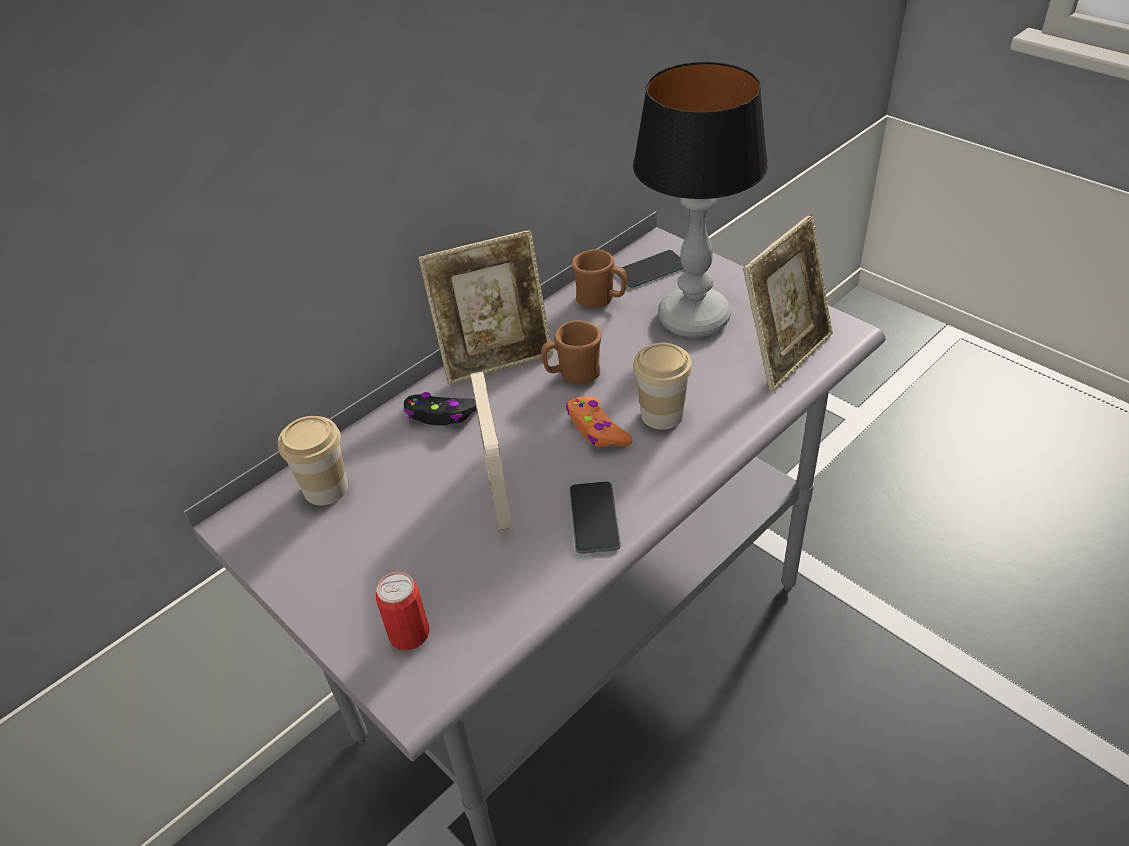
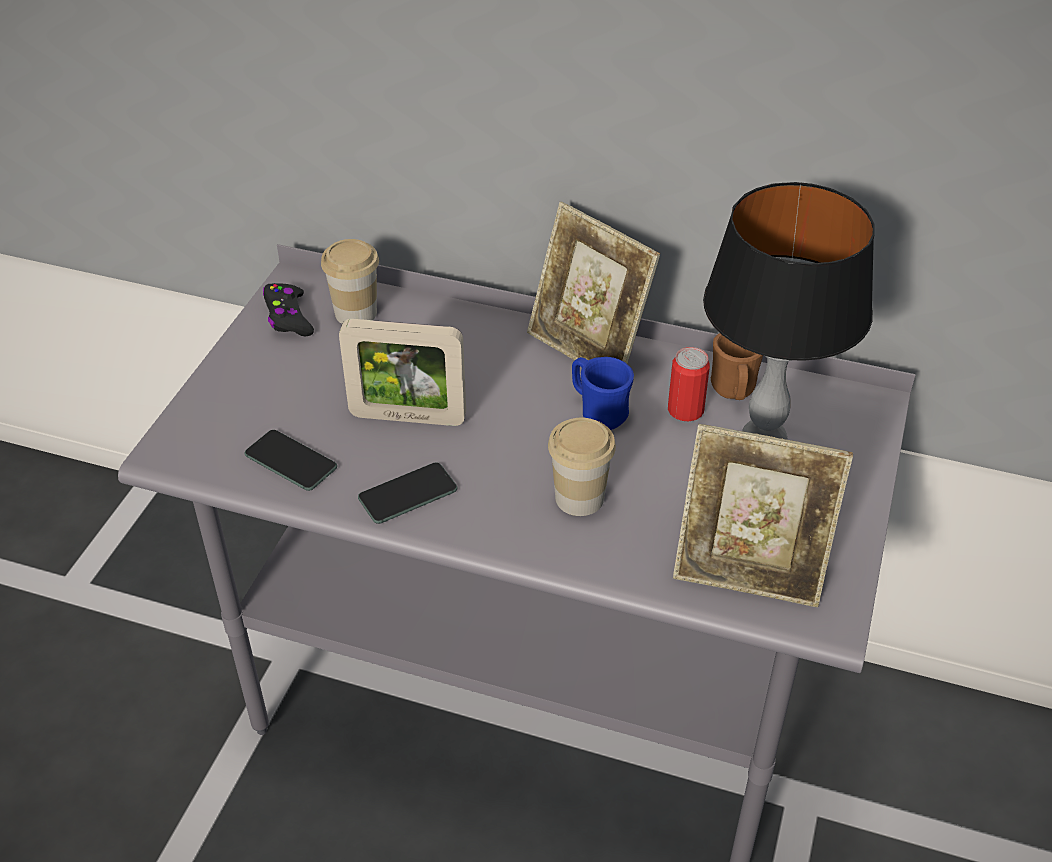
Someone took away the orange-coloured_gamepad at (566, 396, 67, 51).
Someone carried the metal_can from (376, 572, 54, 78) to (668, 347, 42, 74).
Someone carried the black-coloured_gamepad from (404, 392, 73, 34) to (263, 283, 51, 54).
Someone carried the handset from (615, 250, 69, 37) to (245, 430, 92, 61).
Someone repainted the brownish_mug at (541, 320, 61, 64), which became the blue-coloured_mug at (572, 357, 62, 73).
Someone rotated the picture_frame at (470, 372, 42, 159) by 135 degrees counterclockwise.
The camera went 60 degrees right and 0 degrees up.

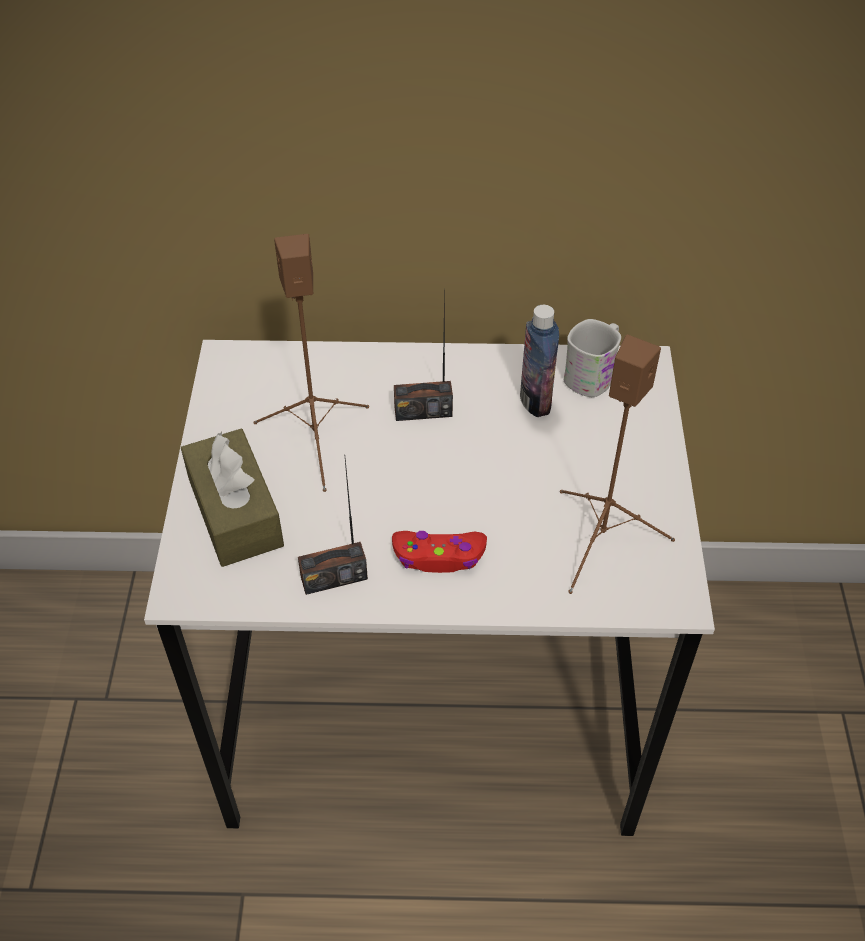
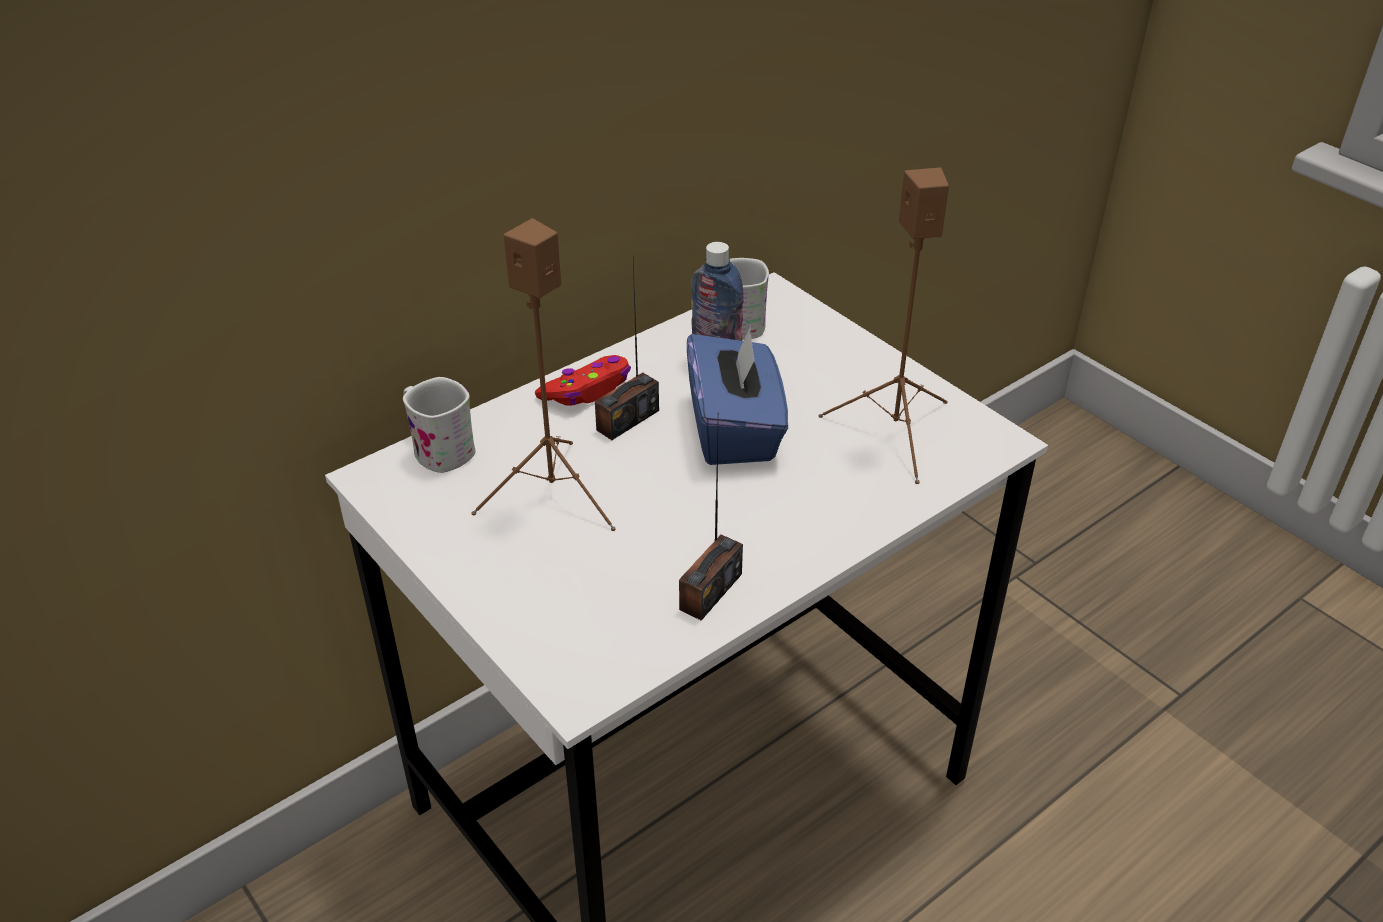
Someone took away the brownish_tissue_box at (181, 429, 103, 138).
Someone put down the white_mug at (403, 377, 72, 96).
Someone put down the blue-coloured_tissue_box at (687, 326, 101, 139).
Someone carried the red-coloured_gamepad from (392, 531, 95, 42) to (535, 355, 96, 51).
The camera went 40 degrees left and 10 degrees down.

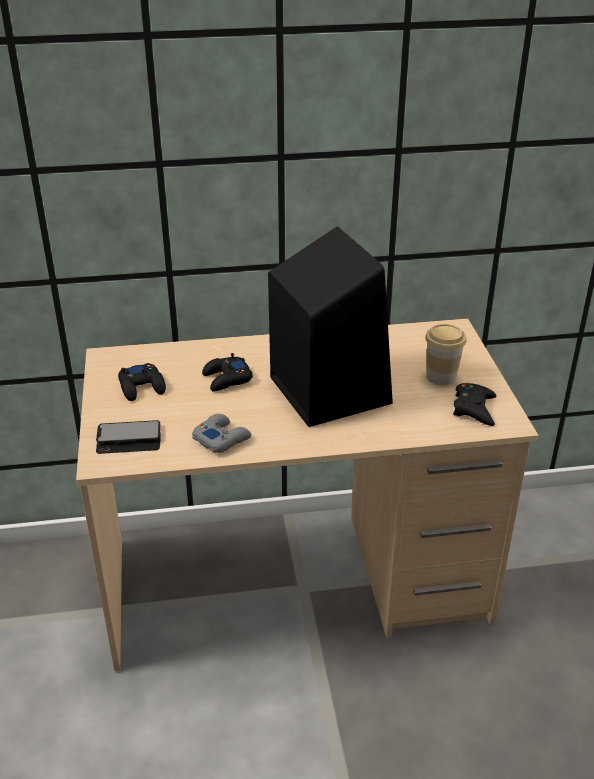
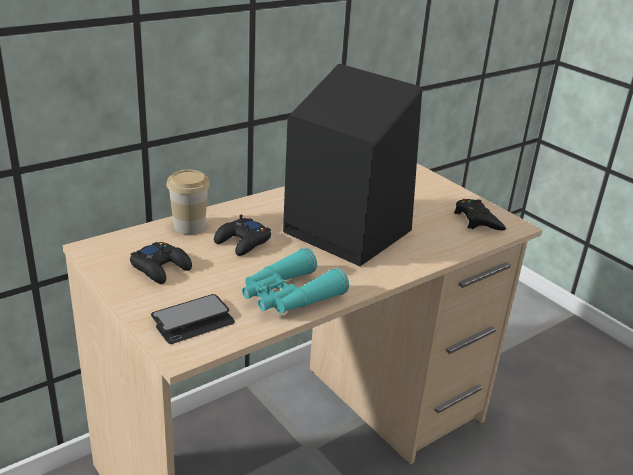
Someone carried the small_cup from (425, 324, 42, 62) to (167, 170, 43, 64).
Someone swapped the grey_gamepad at (192, 414, 59, 39) for the turquoise_binoculars at (242, 248, 107, 65).
The camera went 30 degrees left and 5 degrees down.

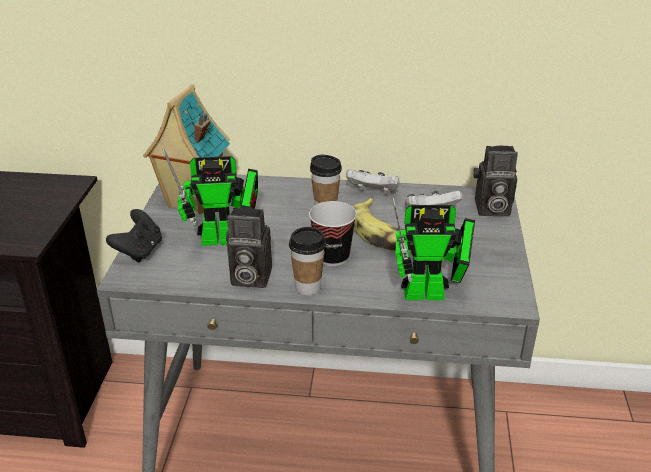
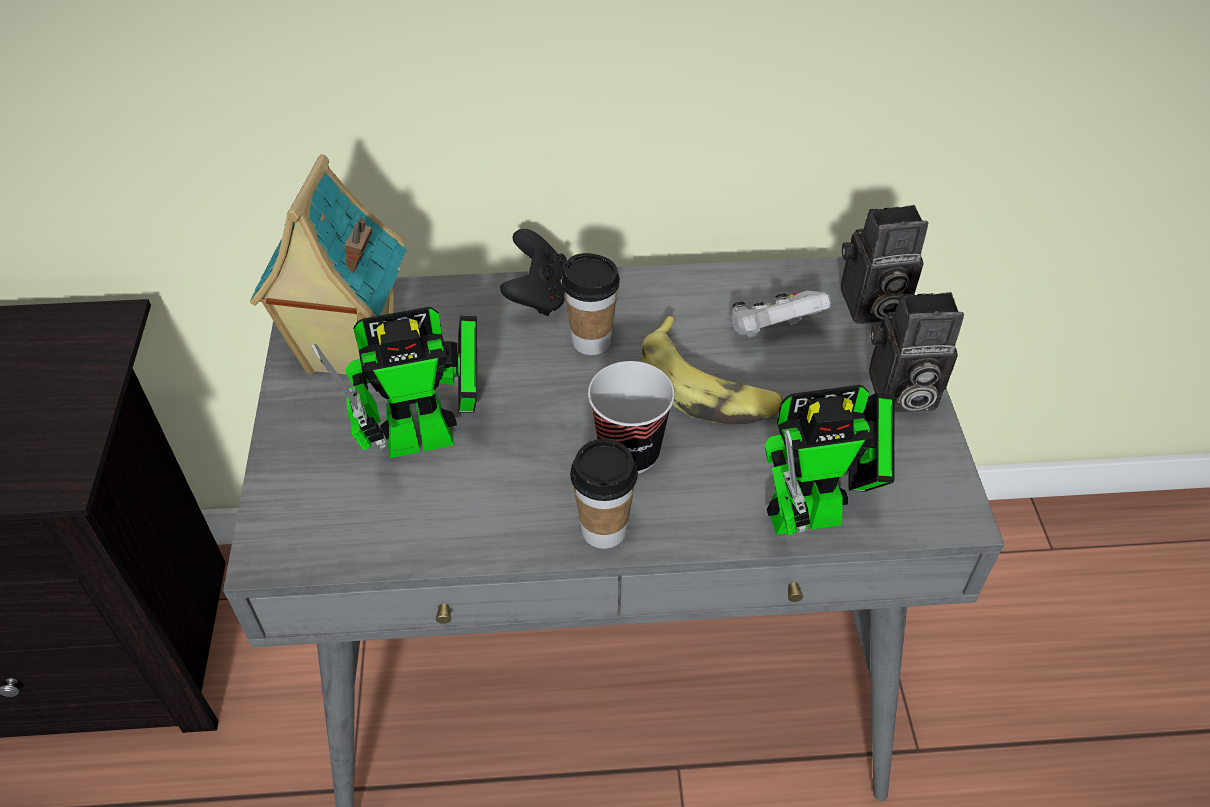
Someone took away the white_gamepad at (346, 169, 54, 26).
Someone carried the black-coloured_gamepad from (106, 209, 56, 54) to (500, 229, 67, 87).
Someone carried the photo_camera from (226, 207, 46, 81) to (869, 292, 95, 120).
The camera went 10 degrees left and 15 degrees up.

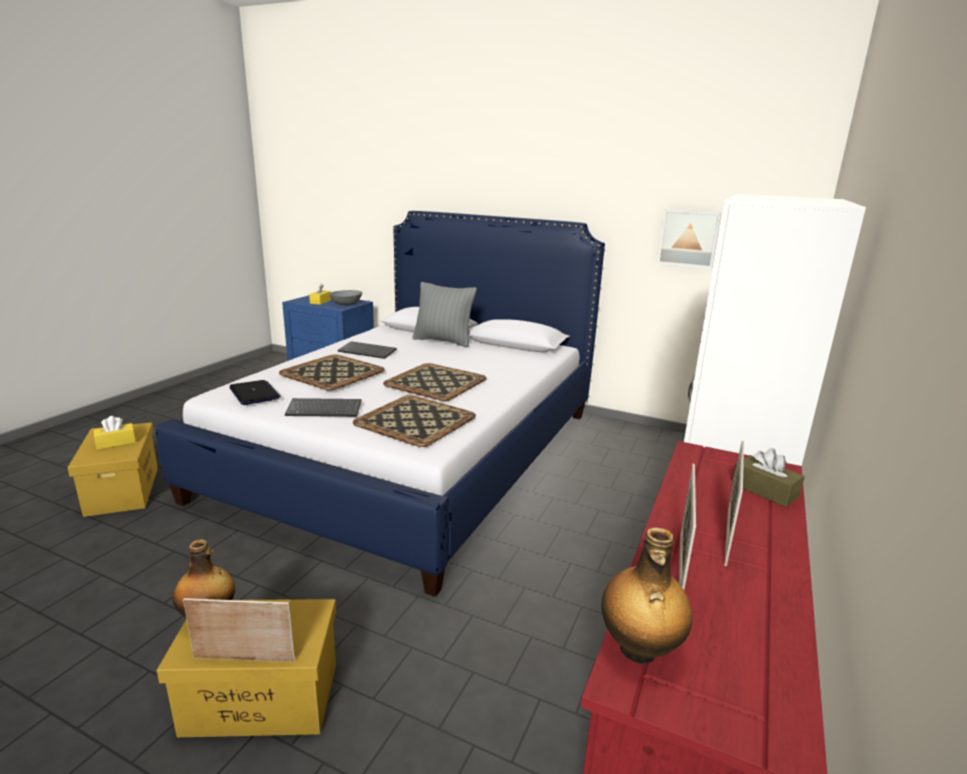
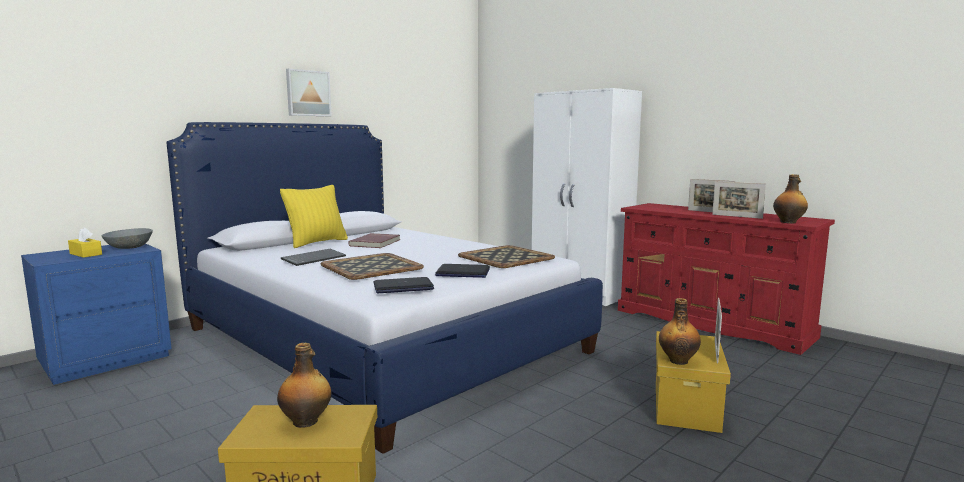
Someone took away the serving_tray at (383, 363, 103, 38).
Someone took away the brownish_tissue_box at (732, 448, 73, 59).
Someone put down the red-coloured_bound_book at (348, 233, 52, 15).
Someone carried the wall_picture from (657, 210, 64, 58) to (286, 68, 46, 48).
Someone swapped the yellowish_tissue_box at (93, 416, 43, 34) for the drink_bottle at (277, 343, 54, 85).
Someone swapped the PC_keyboard at (285, 398, 77, 19) for the portable_computer at (435, 264, 55, 14).
Someone repainted the grey_cushion at (412, 282, 65, 65), which became the yellowish_cushion at (280, 185, 68, 63).
The camera went 70 degrees left and 10 degrees down.

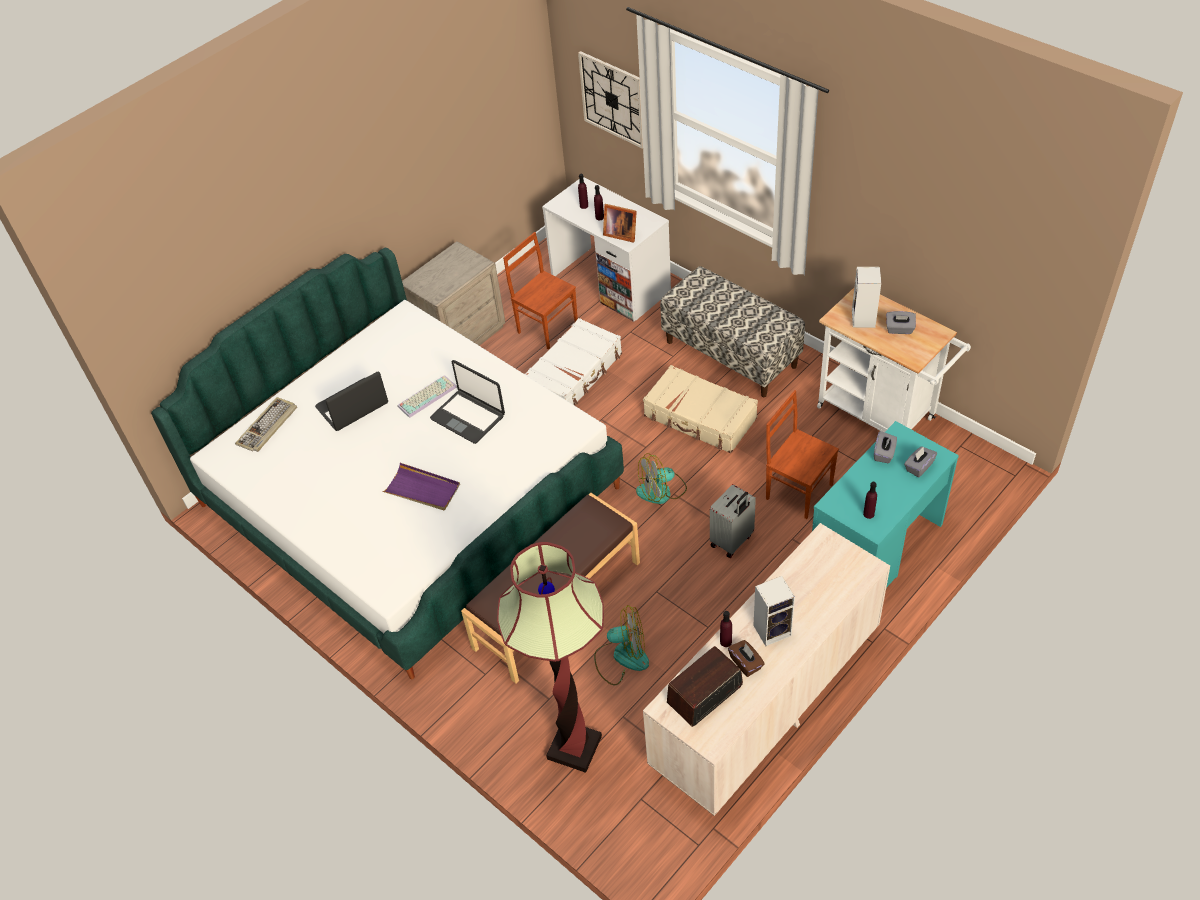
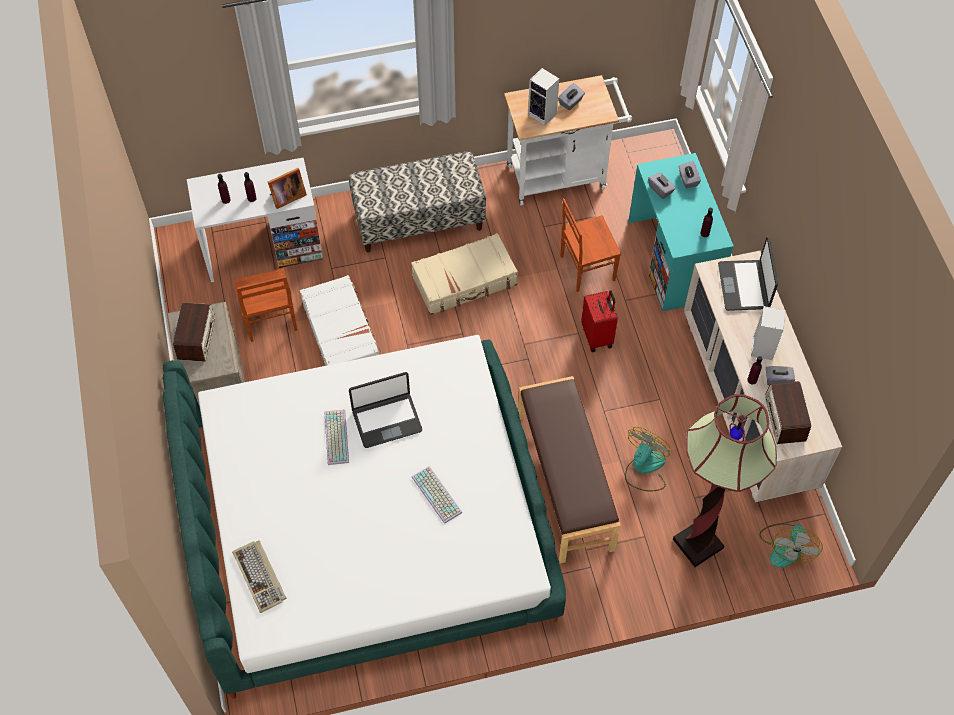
Someone took away the clock_on_the_wall at (578, 51, 65, 98).
Someone put down the radio_set at (173, 302, 42, 60).
Someone carried the portable_computer from (315, 371, 73, 60) to (718, 237, 60, 74).
Someone carried the electric_fan from (636, 453, 51, 51) to (759, 524, 63, 44).
Someone swapped the purple_serving_tray at (382, 463, 78, 47) for the PC_keyboard at (412, 466, 50, 58).
Someone repainted the grey_travel_case at (710, 484, 46, 74), which became the red-coloured_travel_case at (581, 290, 37, 62).
Someone repainted the brownish_tissue_box at (728, 640, 37, 37), which became the grey_tissue_box at (766, 366, 29, 19).
Someone rotated the brownish_plain_chair at (503, 232, 75, 118) by 90 degrees counterclockwise.
The camera went 60 degrees left and 10 degrees up.

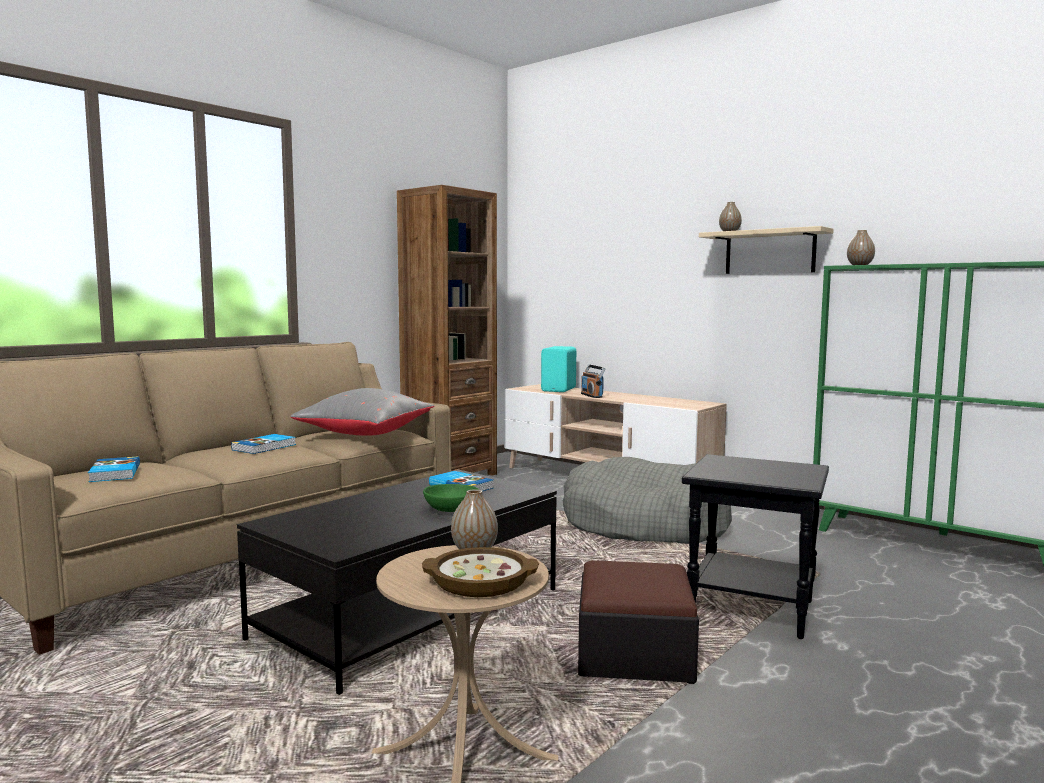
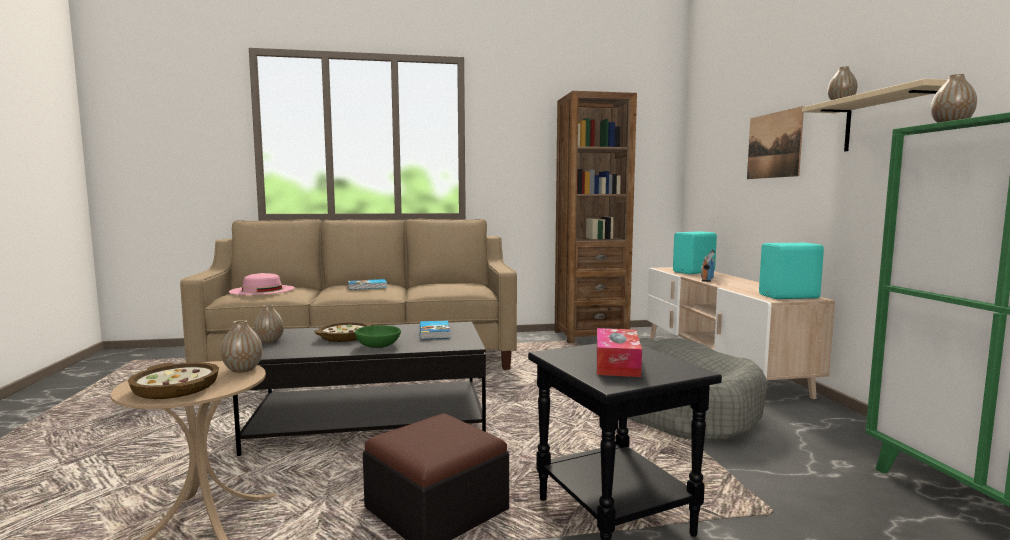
Someone took away the grey_cushion at (290, 388, 144, 48).
Someone put down the vase at (254, 305, 30, 38).
Someone put down the bowl at (314, 322, 59, 20).
Someone put down the tissue_box at (597, 328, 45, 49).
Someone put up the wall_picture at (747, 106, 57, 73).
Someone put down the turquoise_audio_speaker at (759, 243, 65, 56).
Someone swapped the bound_book at (88, 456, 52, 26) for the pink_wearable_hat at (229, 273, 66, 22).
The camera went 40 degrees right and 0 degrees up.

